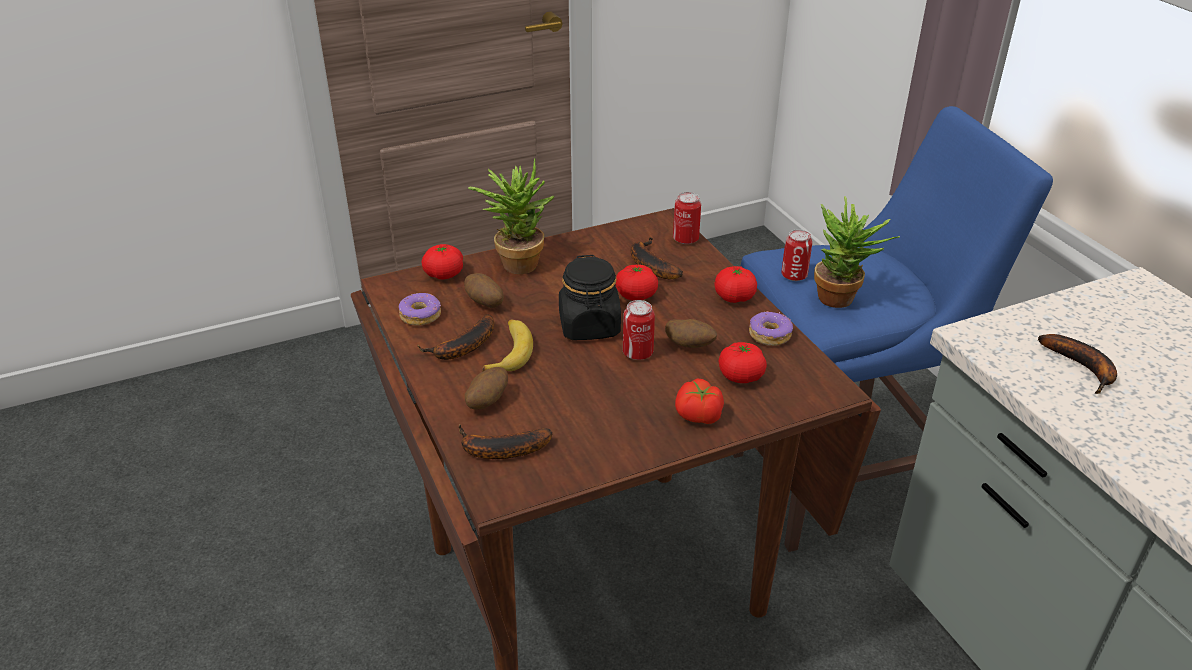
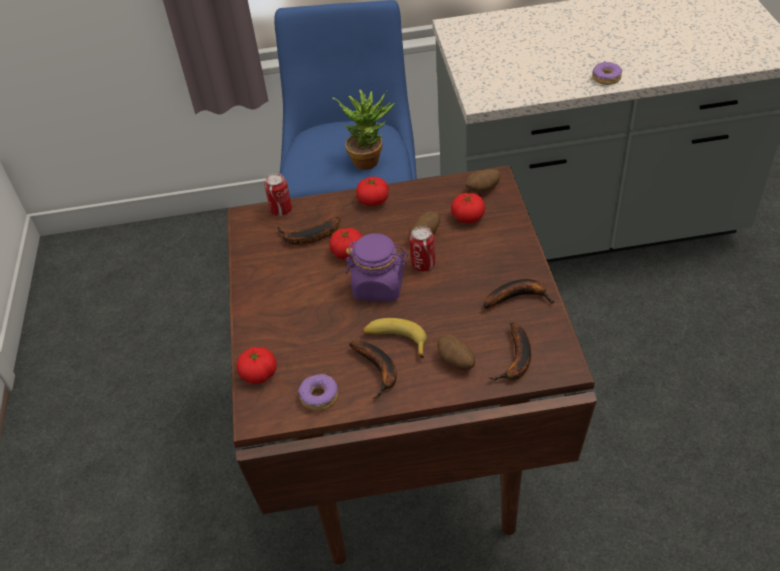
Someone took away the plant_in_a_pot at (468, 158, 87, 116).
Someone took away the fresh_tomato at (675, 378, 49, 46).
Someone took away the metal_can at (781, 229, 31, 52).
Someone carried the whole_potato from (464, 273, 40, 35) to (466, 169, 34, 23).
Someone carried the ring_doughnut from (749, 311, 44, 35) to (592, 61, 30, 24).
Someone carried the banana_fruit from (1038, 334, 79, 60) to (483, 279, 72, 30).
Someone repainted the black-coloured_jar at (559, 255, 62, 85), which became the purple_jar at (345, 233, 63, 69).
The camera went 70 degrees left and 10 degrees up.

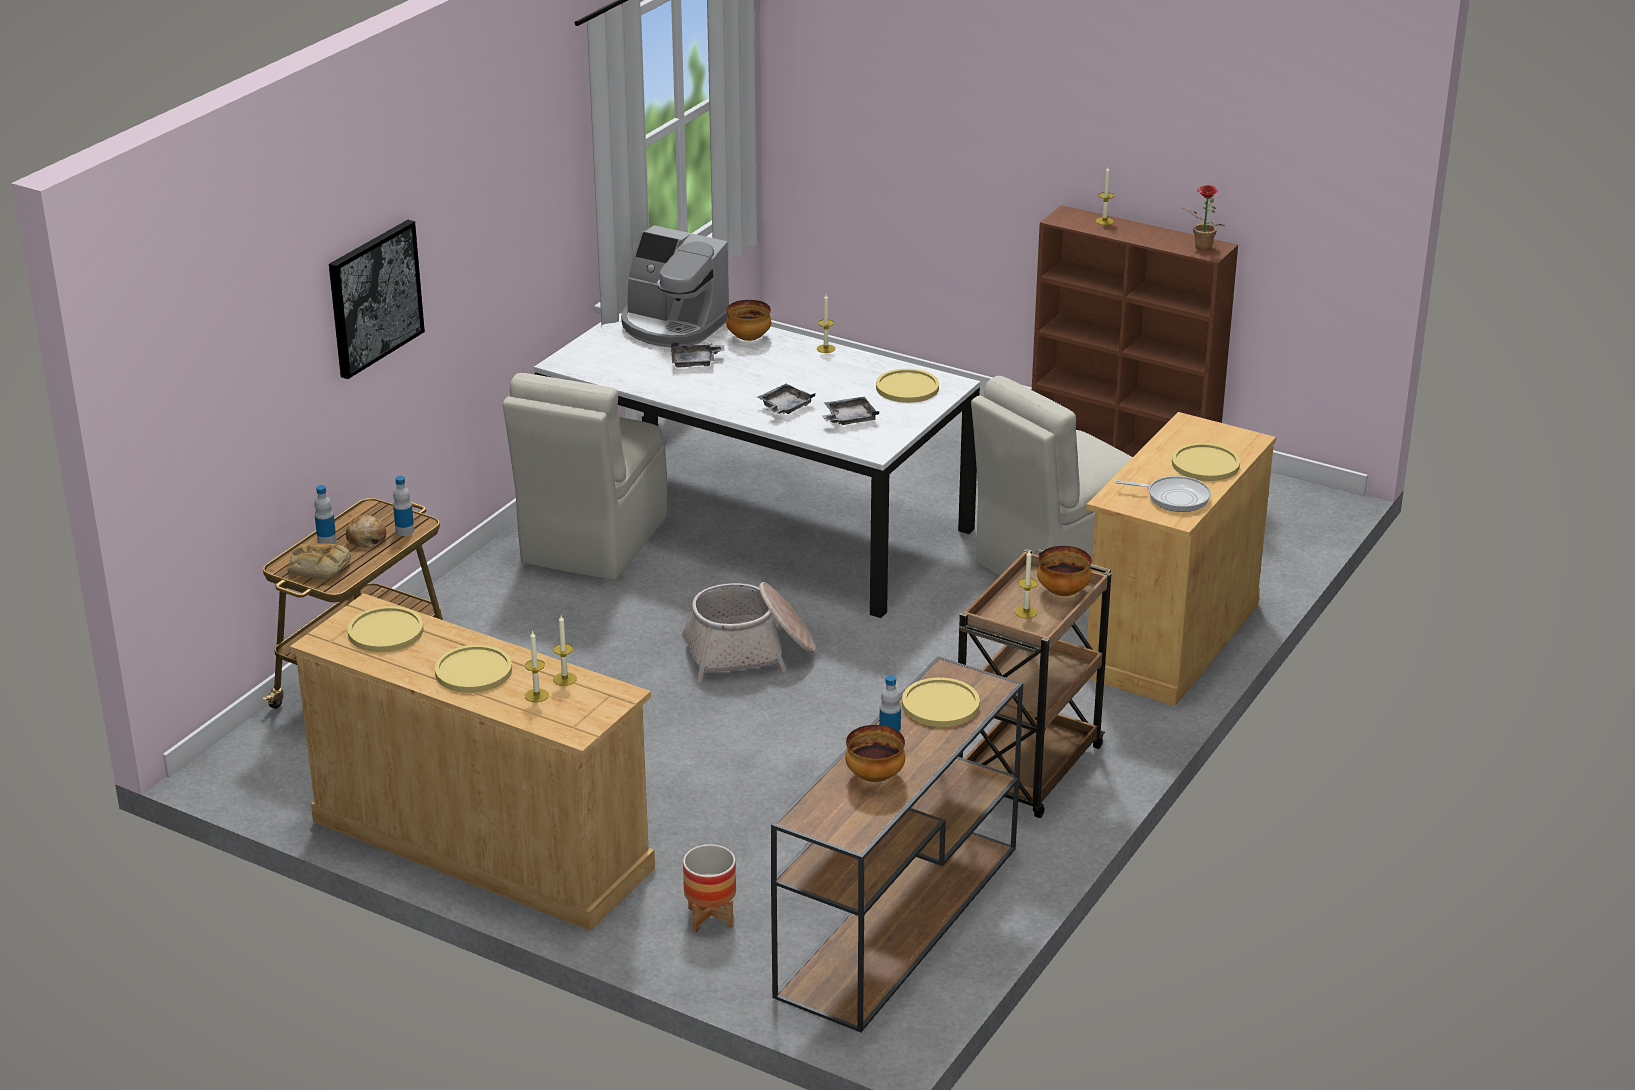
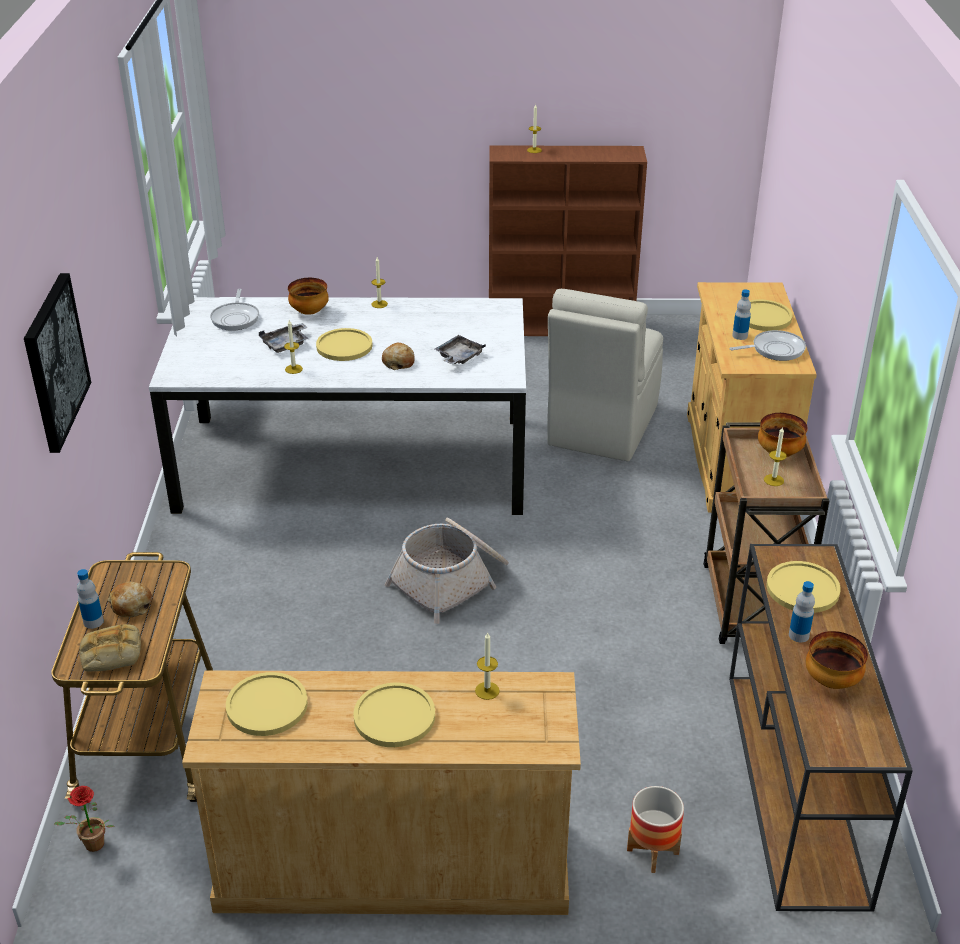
Someone took away the beige-coloured_plain_chair at (503, 373, 164, 207).
Someone carried the drink_bottle from (393, 476, 21, 60) to (732, 289, 19, 51).
Someone carried the wax_light from (525, 630, 24, 72) to (284, 320, 19, 54).
Someone carried the yellowish_flat_dish from (876, 369, 63, 34) to (316, 328, 57, 33).
Someone carried the plant_in_a_pot from (1182, 185, 43, 66) to (54, 786, 60, 66).
Someone swapped the coffee_maker at (621, 225, 108, 123) for the frying_pan at (210, 289, 49, 42).
Someone swapped the grey_serving_tray at (757, 384, 58, 30) for the baked_bread at (382, 343, 33, 27).
The camera went 30 degrees left and 5 degrees up.

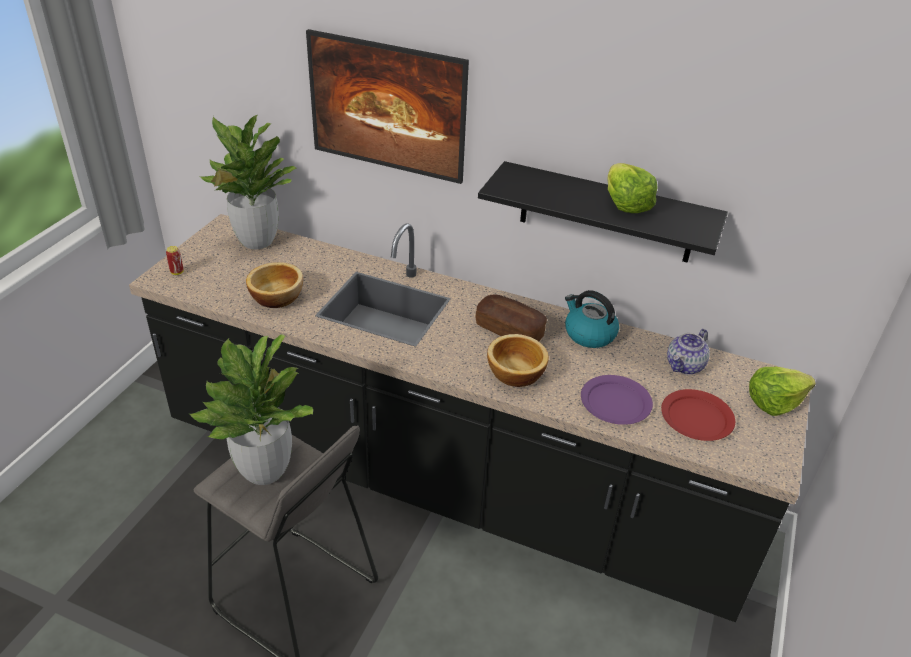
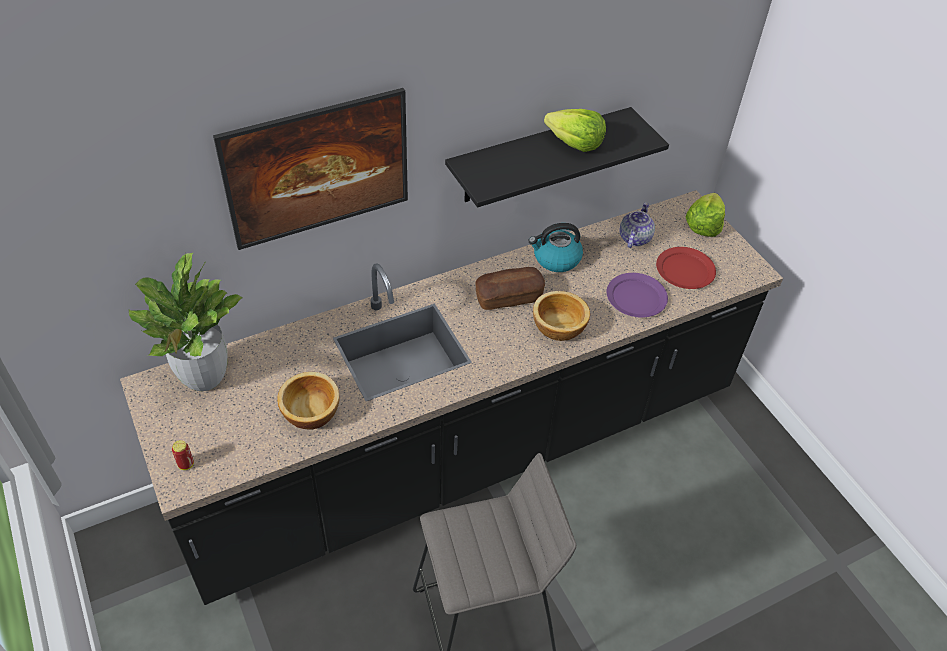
Someone took away the plant_in_a_pot at (189, 334, 124, 151).
Someone rotated the pot_for_tea at (667, 329, 43, 46) by 150 degrees counterclockwise.
The camera went 50 degrees left and 10 degrees up.

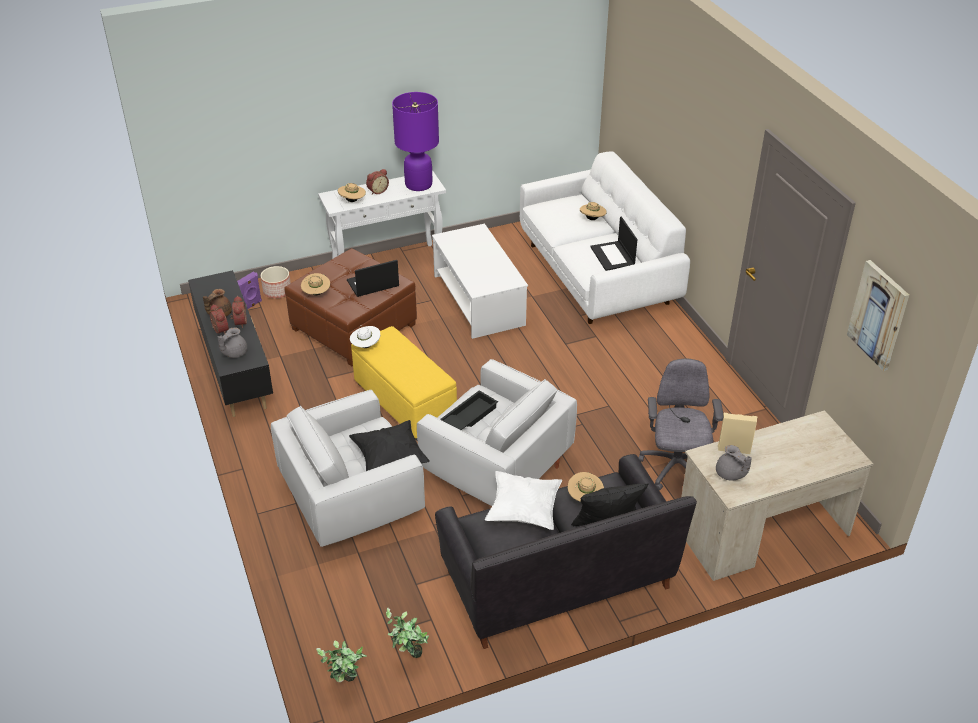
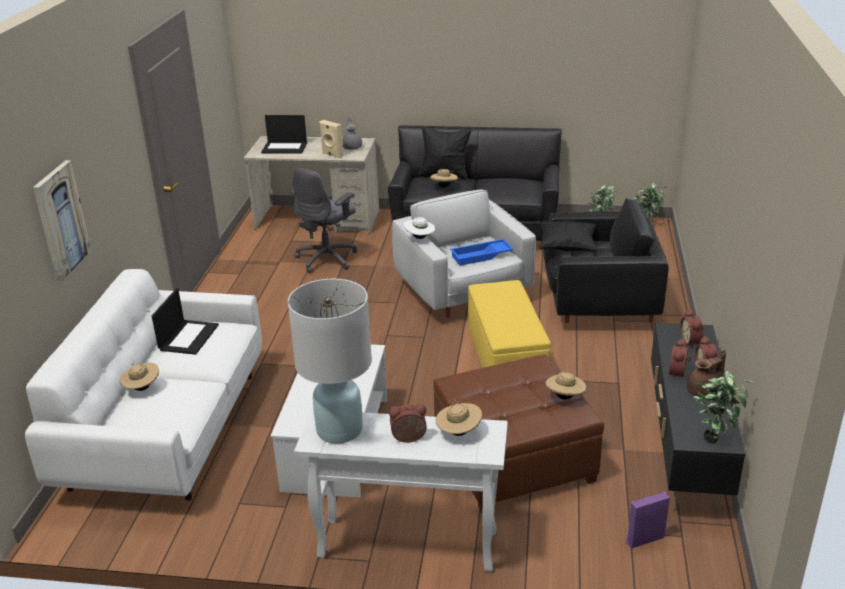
Someone took away the planter at (261, 266, 30, 33).
Someone took away the white_cushion at (485, 471, 77, 59).
Someone put down the plant_in_a_pot at (693, 370, 60, 74).
Someone carried the portable_computer from (347, 260, 52, 37) to (261, 115, 46, 39).
Someone carried the white_wearable_hat from (350, 325, 30, 23) to (404, 217, 31, 22).
Someone carried the wall_picture from (847, 260, 63, 111) to (33, 160, 59, 121).
Someone swapped the grey_pot_for_tea at (218, 327, 29, 31) for the bedside_clock at (680, 309, 24, 40).
Someone repainted the white_armchair at (271, 390, 154, 157), which became the black-coloured_armchair at (543, 198, 126, 125).
Someone repainted the purple_table_lamp at (392, 92, 47, 99), which became the white_table_lamp at (288, 279, 84, 164).
Someone repainted the black-coloured_serving_tray at (440, 390, 58, 40), which became the blue-coloured_serving_tray at (450, 239, 64, 27).
The camera went 150 degrees left and 10 degrees down.

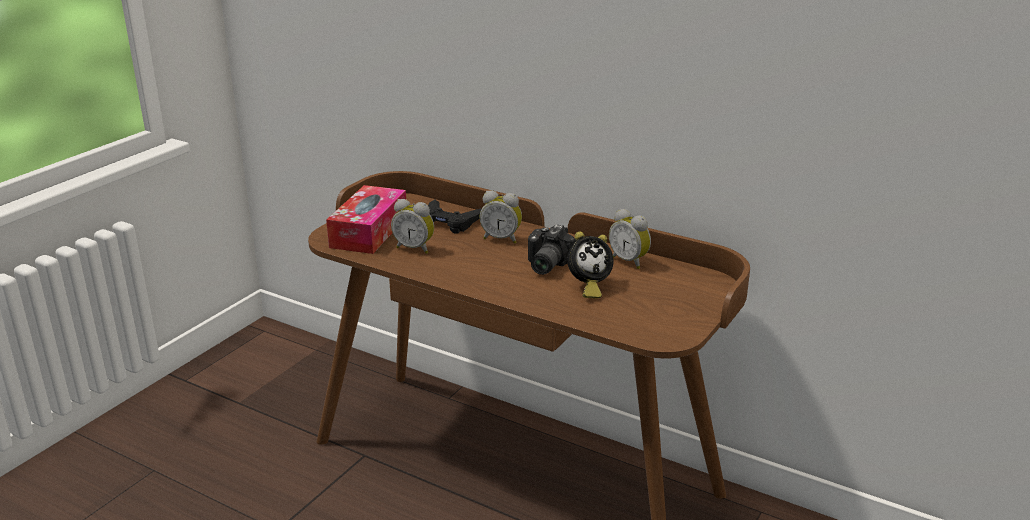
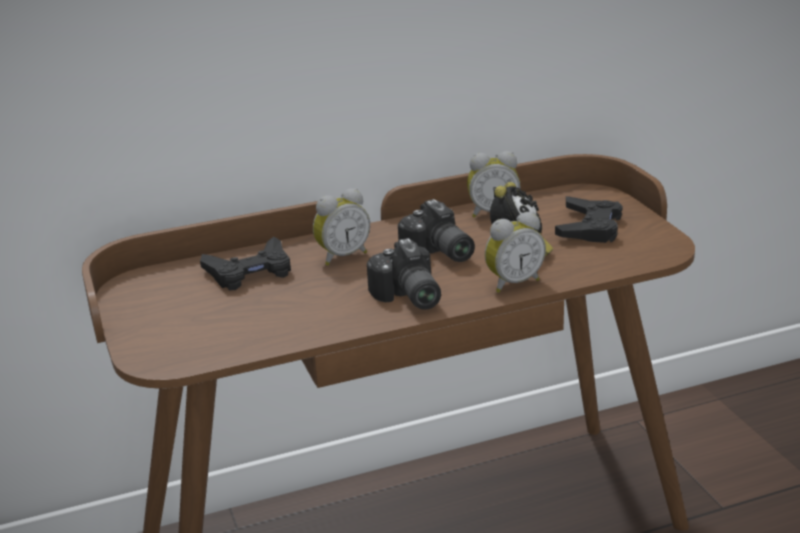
Someone took away the tissue_box at (326, 185, 80, 69).
Someone put down the photo_camera at (367, 238, 74, 72).
Someone put down the black-coloured_gamepad at (555, 196, 68, 47).
Someone carried the bedside_clock from (391, 199, 43, 55) to (485, 212, 61, 81).
The camera went 50 degrees left and 0 degrees up.

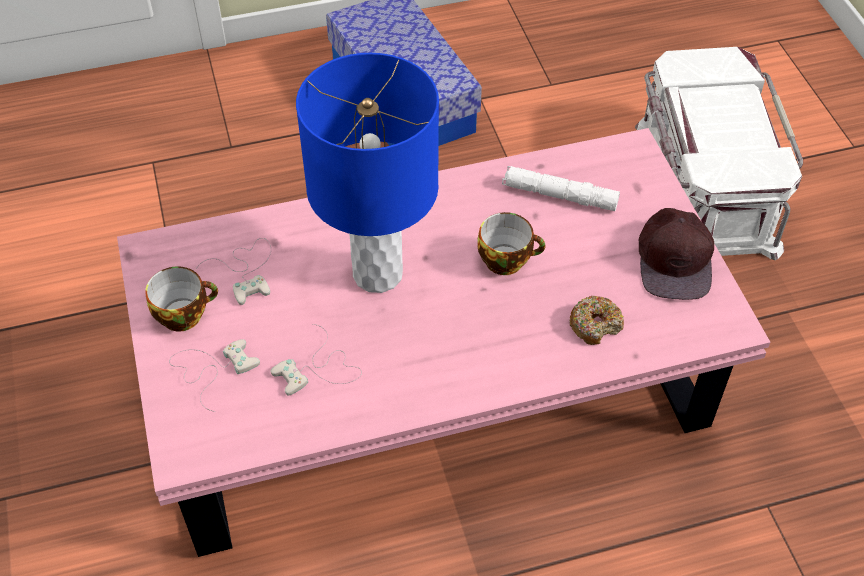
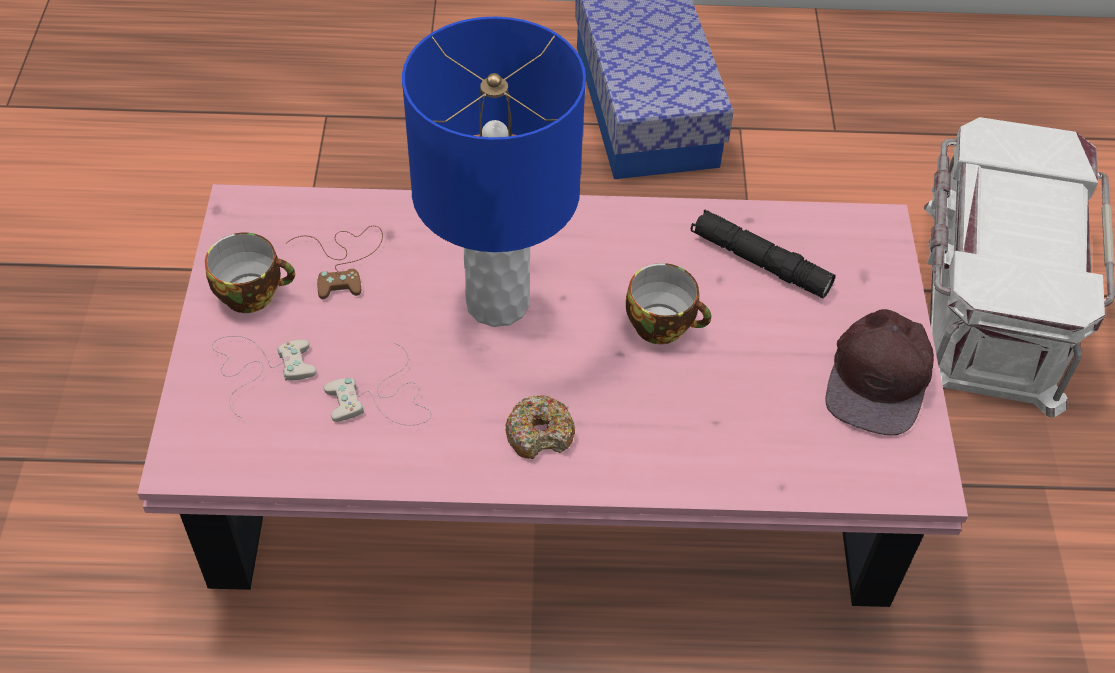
Someone carried the ring_doughnut from (570, 296, 54, 49) to (505, 395, 70, 64).
Someone repainted the white_gamepad at (196, 238, 75, 67), which became the brownish_gamepad at (287, 226, 96, 73).
Someone repainted the white_hand_torch at (502, 166, 118, 45), which became the black-coloured_hand_torch at (691, 209, 144, 89).
The camera went 15 degrees right and 0 degrees up.

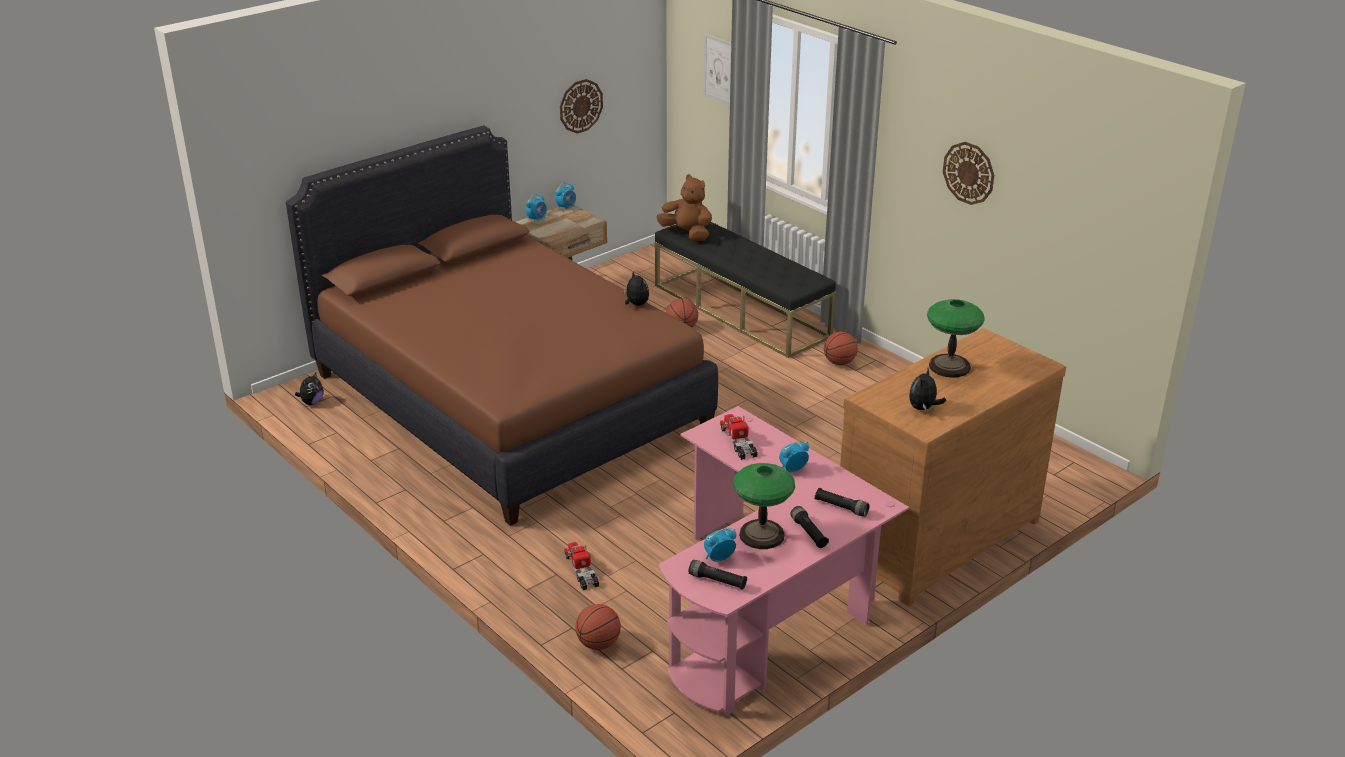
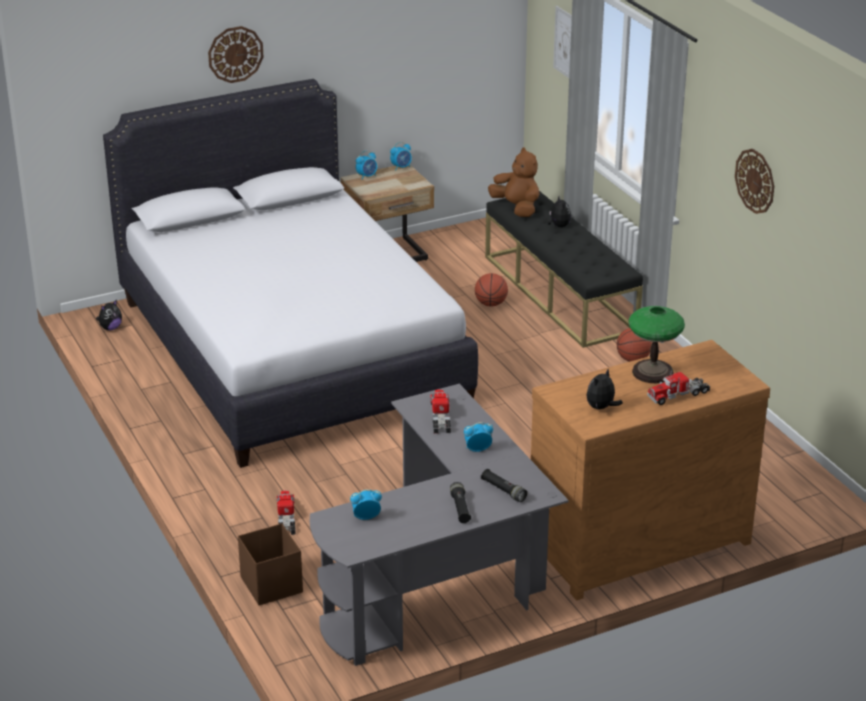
Someone took away the black-coloured_hand_torch at (688, 560, 59, 30).
Someone took away the table_lamp at (733, 463, 62, 86).
Someone put down the model_truck at (647, 370, 63, 35).
Someone carried the clock_on_the_wall from (560, 79, 43, 54) to (208, 26, 56, 57).
Someone carried the cuddly_toy from (623, 271, 26, 35) to (547, 197, 24, 30).
Someone swapped the ball_for_basketball at (575, 604, 46, 46) for the brownish_storage_container at (238, 523, 65, 82).
Someone repainted the brownish_bedroom_bed at (286, 125, 432, 401), which became the white_bedroom_bed at (103, 79, 375, 389).
Someone repainted the pink_desk_unit at (659, 406, 250, 311), which became the grey_desk_unit at (310, 384, 259, 282).
The camera went 15 degrees right and 0 degrees up.

